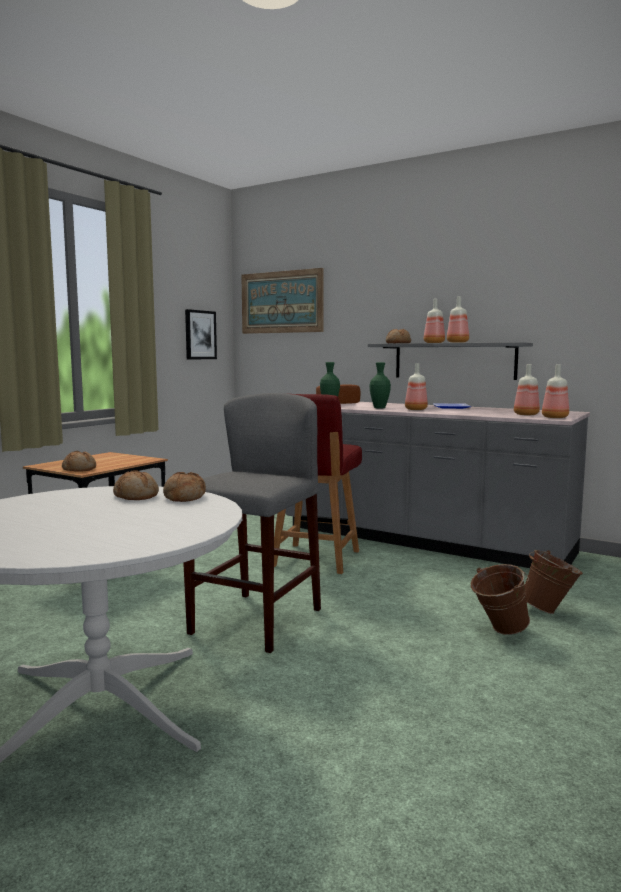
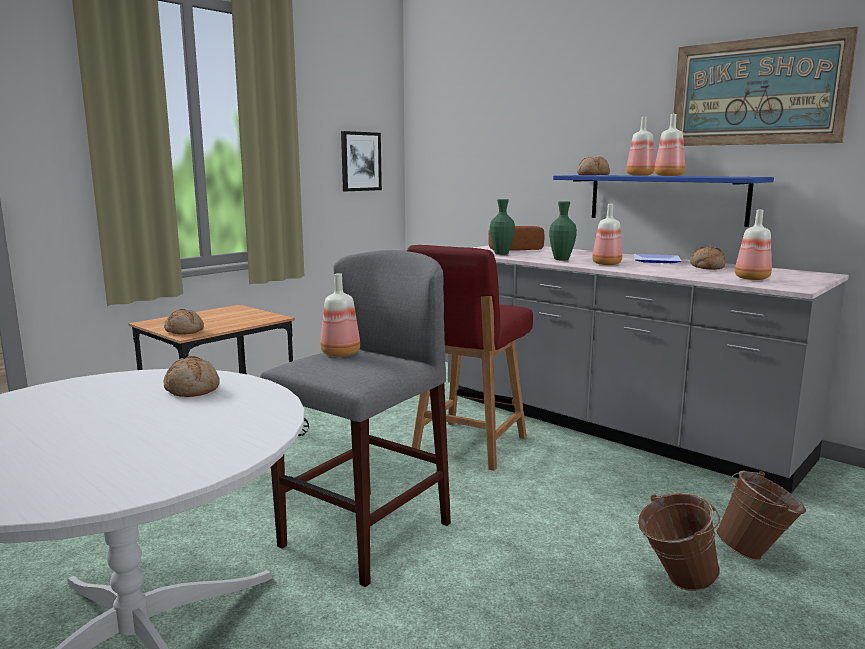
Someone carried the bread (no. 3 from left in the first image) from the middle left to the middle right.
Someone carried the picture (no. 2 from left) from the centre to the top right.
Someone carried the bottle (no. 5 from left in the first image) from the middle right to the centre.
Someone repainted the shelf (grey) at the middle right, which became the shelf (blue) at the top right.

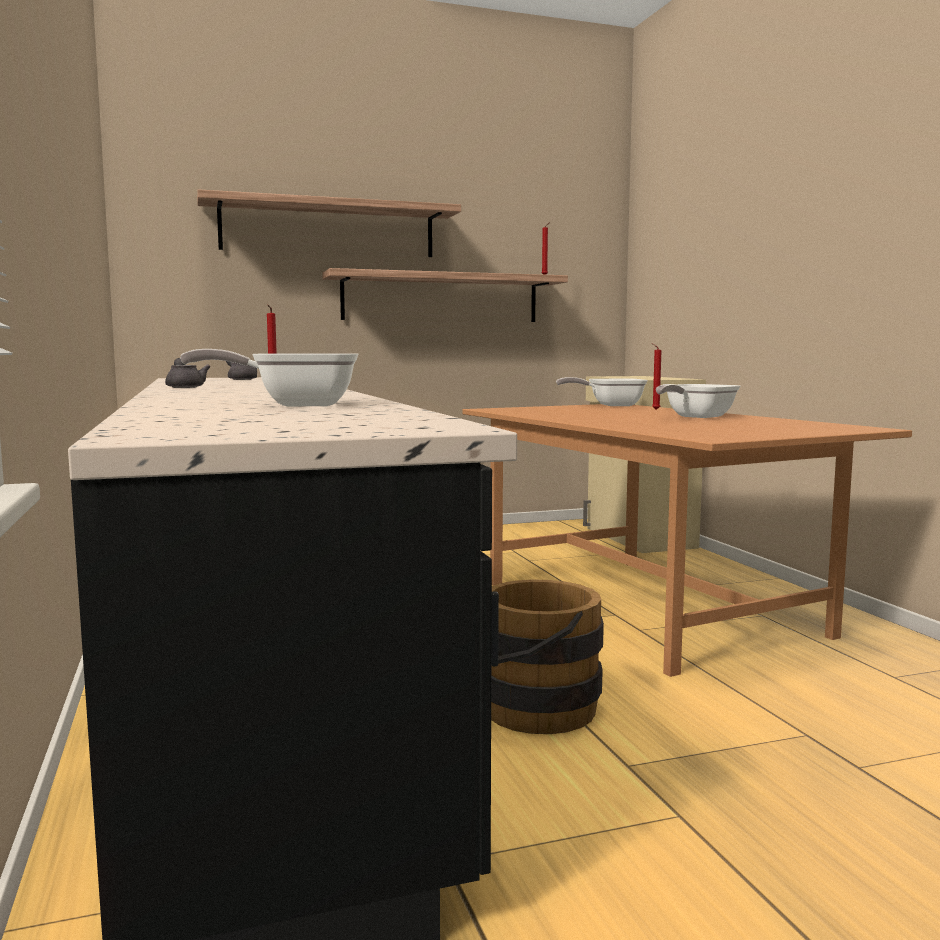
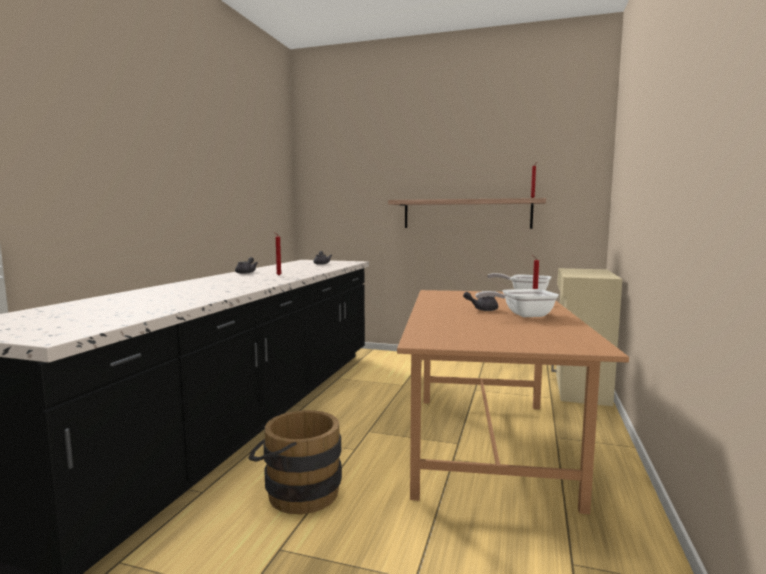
Someone took away the frying pan (no. 1 from left) at the middle left.
Someone took away the shelf (no. 1 from left) at the top centre.
Someone put down the teapot (grey) (no. 3 from left) at the centre.

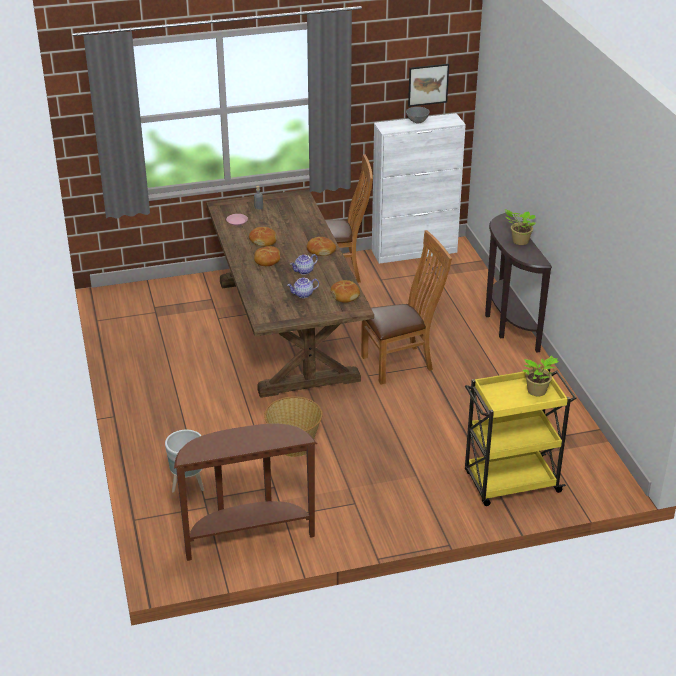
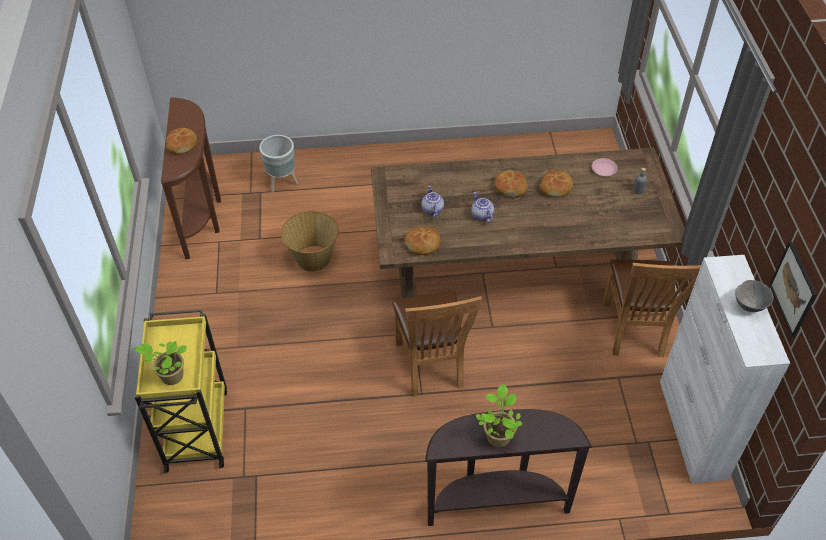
Someone carried the bread (no. 3 from left in the first image) from the centre to the top left.

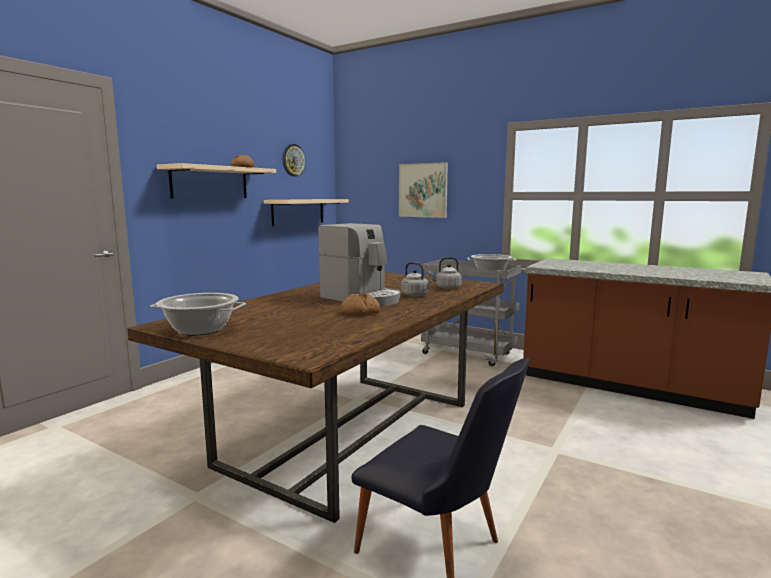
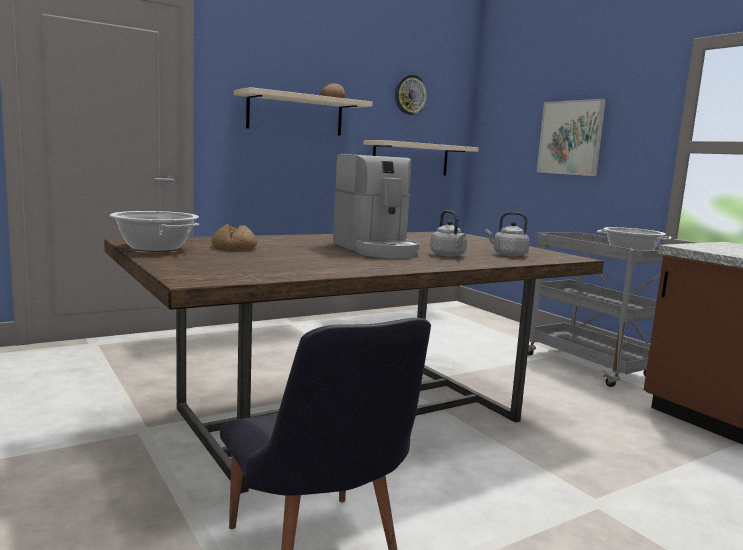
Someone carried the bread (no. 2 from left in the first image) from the centre to the middle left.

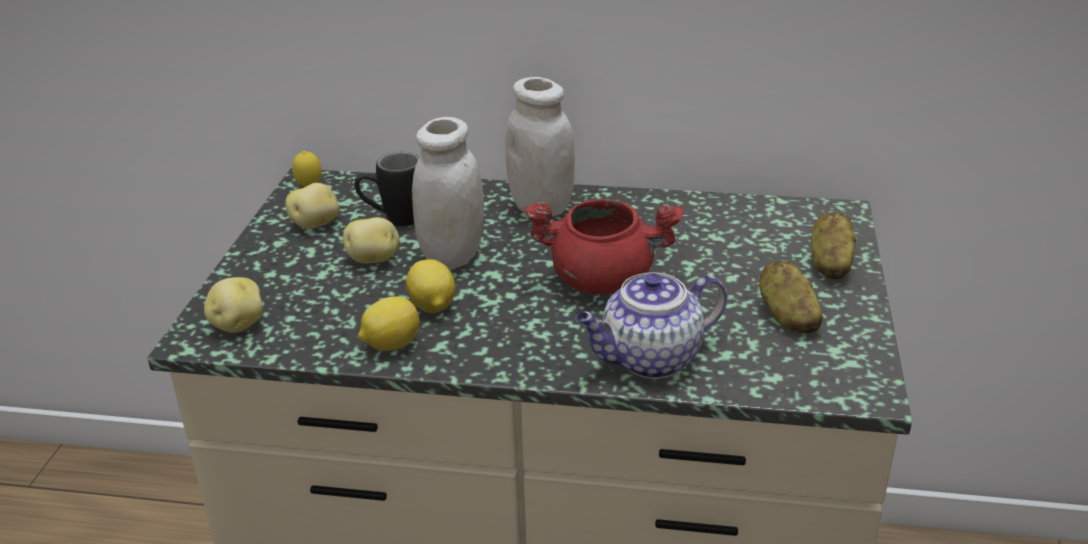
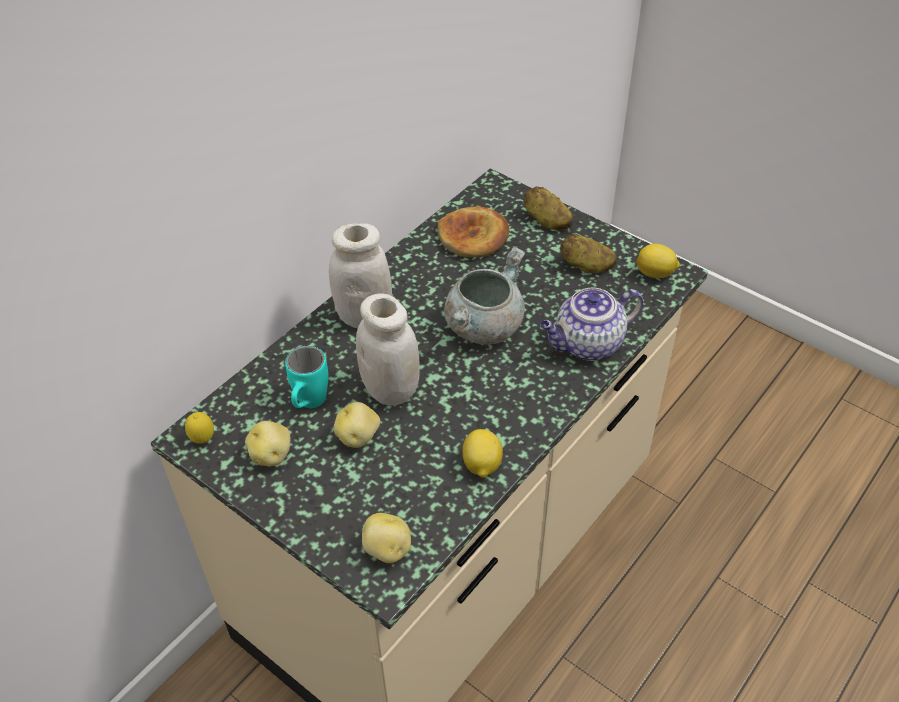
Someone put down the bread at the top centre.
Someone carried the lemon (no. 3 from left) from the centre to the middle right.
Someone repainted the mug (black) at the centre, which became the mug (turquoise) at the centre.
Someone repainted the cooking pot (red) at the centre, which became the cooking pot (grey) at the centre.
Someone rotated the teapot at the centre by 60 degrees clockwise.

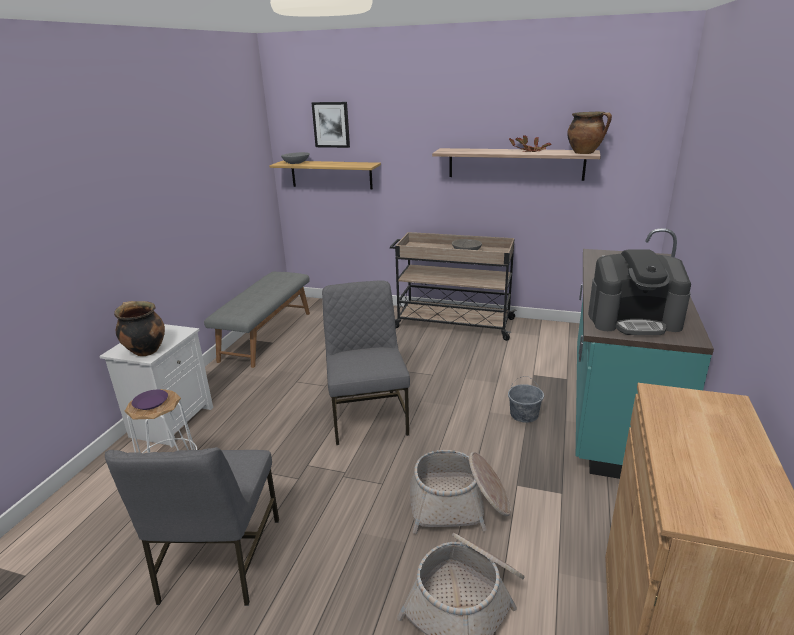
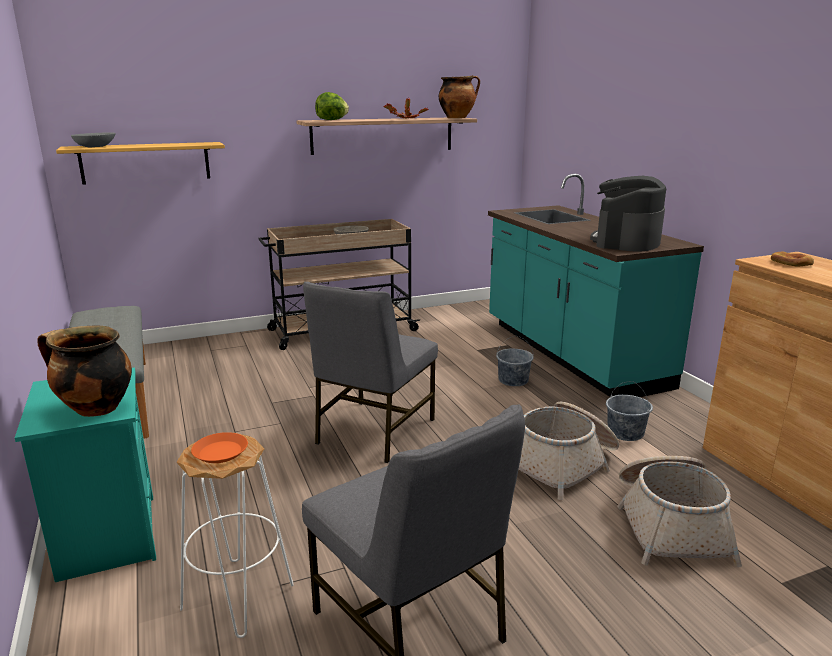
Someone took away the picture at the top centre.
Someone put down the lettuce at the top centre.
Someone put down the bucket (grey) (no. 2 from left) at the middle right.
Someone put down the bread at the middle right.
Someone repainted the nightstand (white) at the middle left, which became the nightstand (turquoise) at the bottom left.
Someone repainted the plate (purple) at the middle left, which became the plate (orange) at the bottom left.
Someone rotated the chair (grey) (no. 2 from left in the first image) at the centre by 105 degrees counterclockwise.
Someone rotated the coffee machine at the middle right by 150 degrees clockwise.

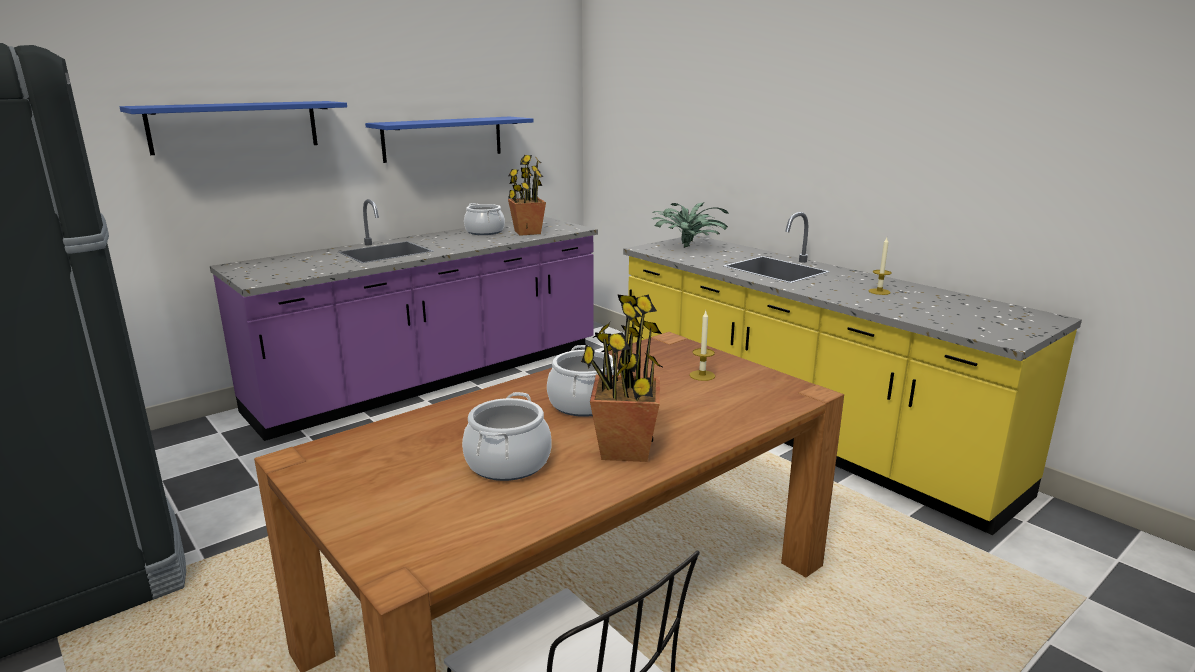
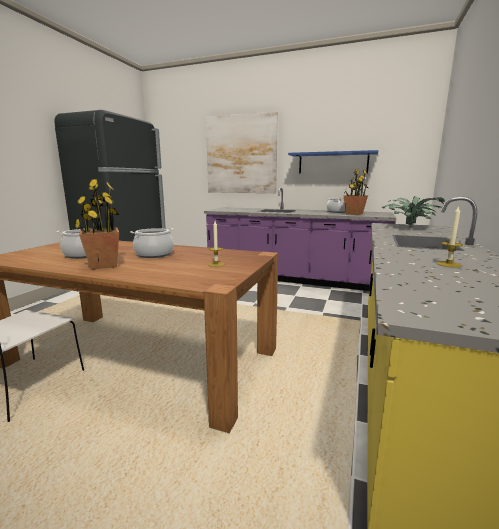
Someone swapped the shelf (blue) (no. 1 from left) at the top left for the picture at the top centre.

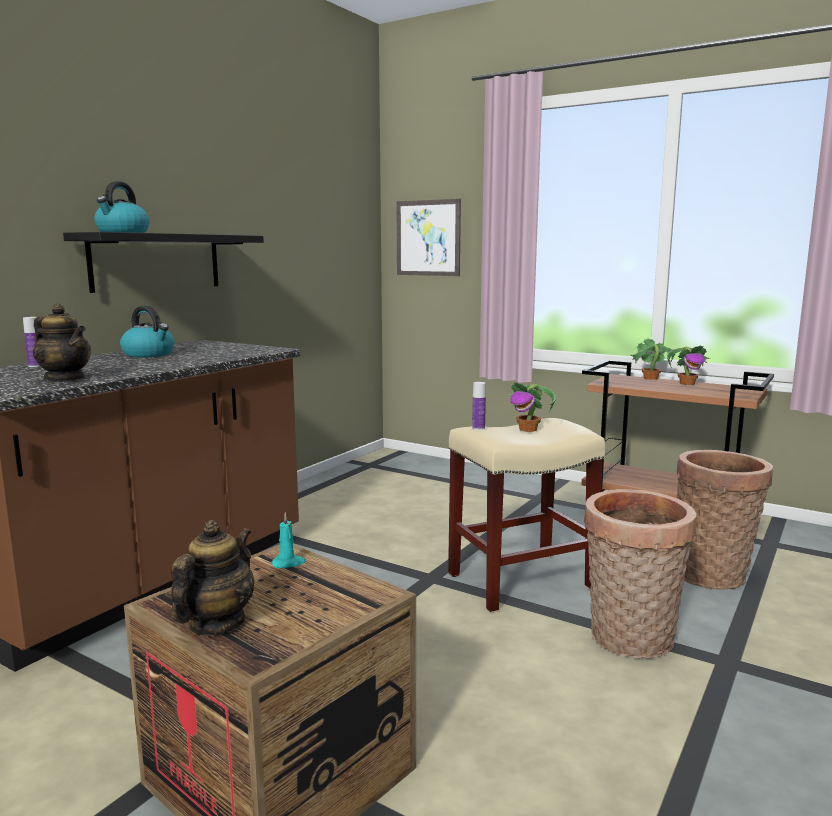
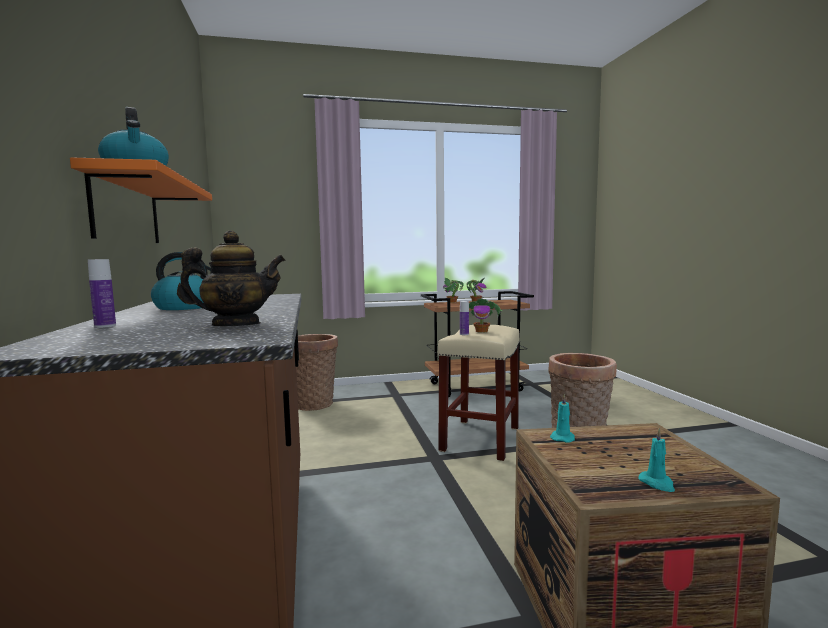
Someone took away the picture at the top centre.
Someone carried the basket (no. 2 from left in the first image) from the middle right to the centre.
Someone swapped the teapot (no. 2 from left) at the bottom left for the candle (turquoise) (no. 2 from left) at the bottom right.
Someone repainted the shelf (black) at the top left, which became the shelf (orange) at the top left.

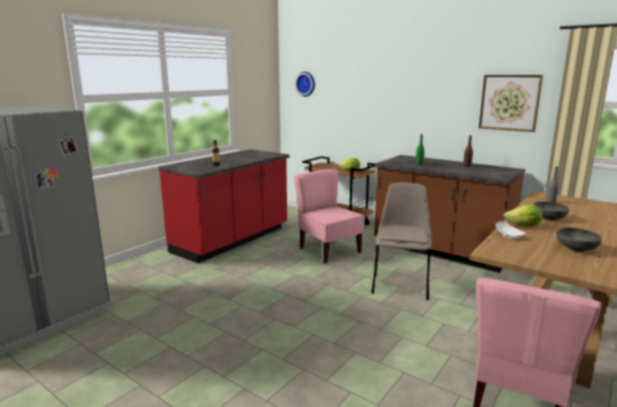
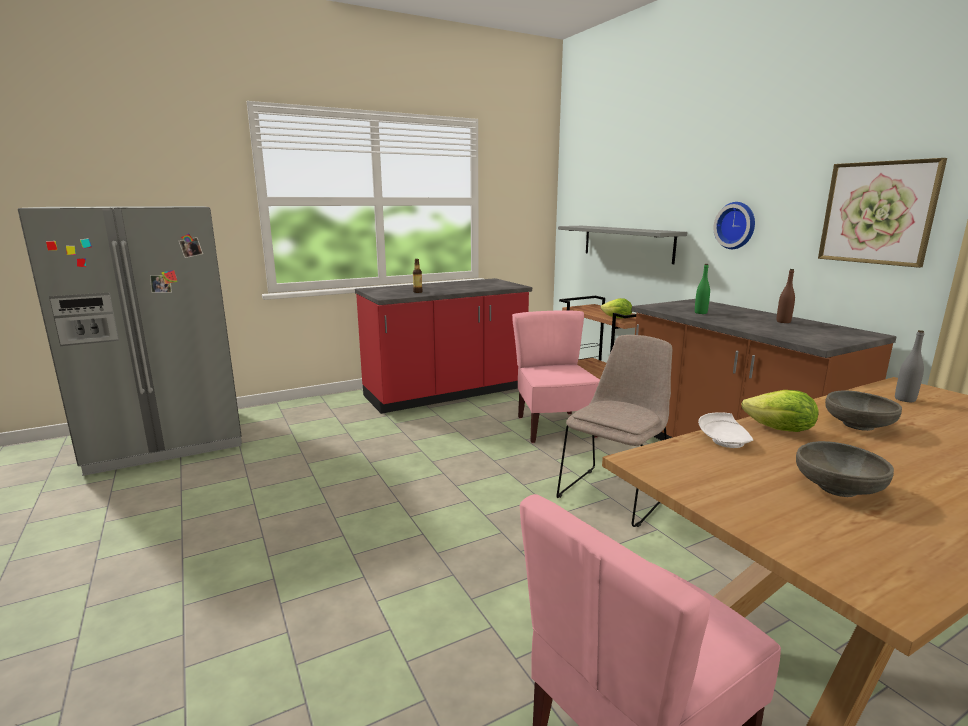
Someone put up the shelf (grey) at the centre.
Someone carried the wall clock from the top centre to the top right.

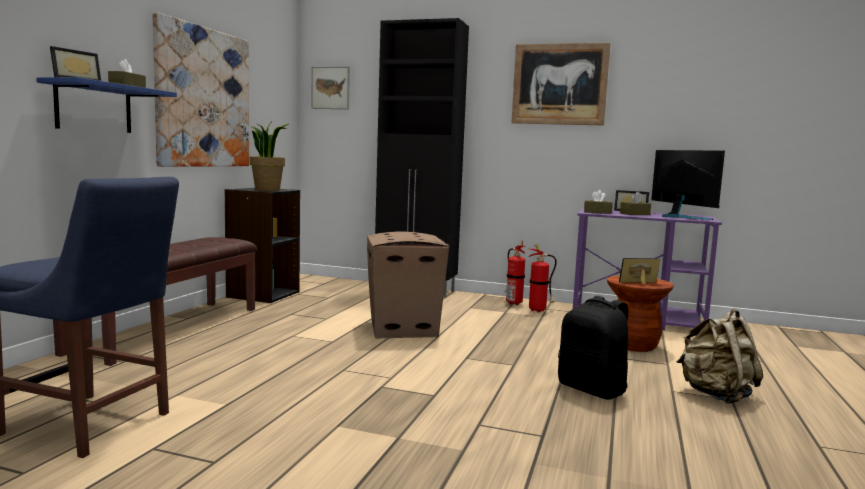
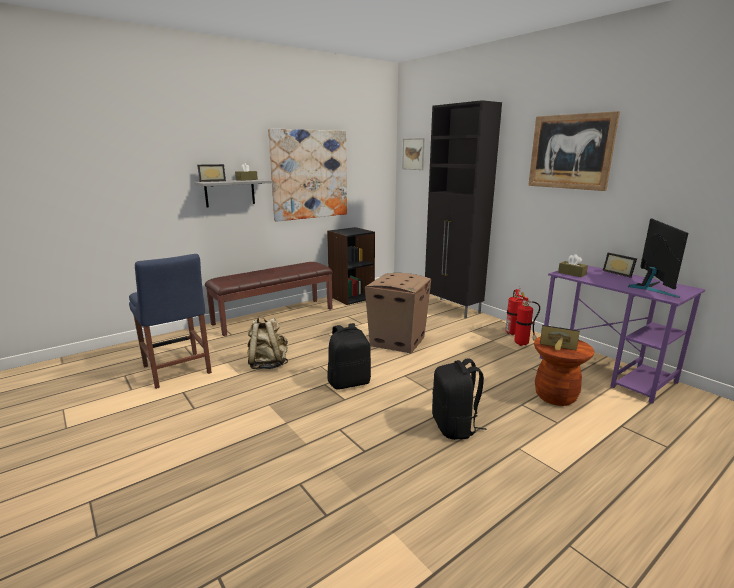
Someone took away the potted plant at the top left.
Someone took away the tissue box (brown) (no. 3 from left) at the middle right.
Someone put down the backpack (black) (no. 1 from left) at the centre.
Someone carried the backpack (beige) from the bottom right to the centre.
Someone repainted the shelf (blue) at the top left, which became the shelf (grey) at the top left.

